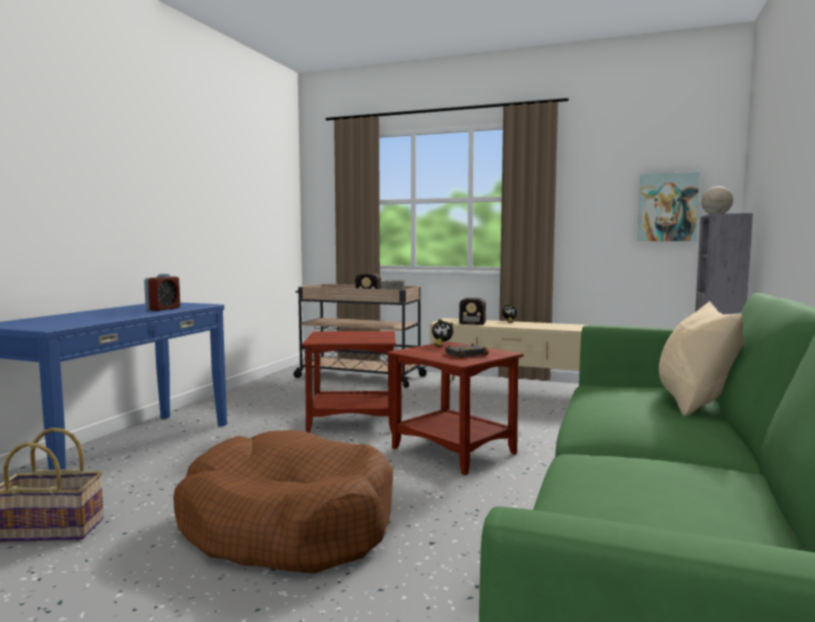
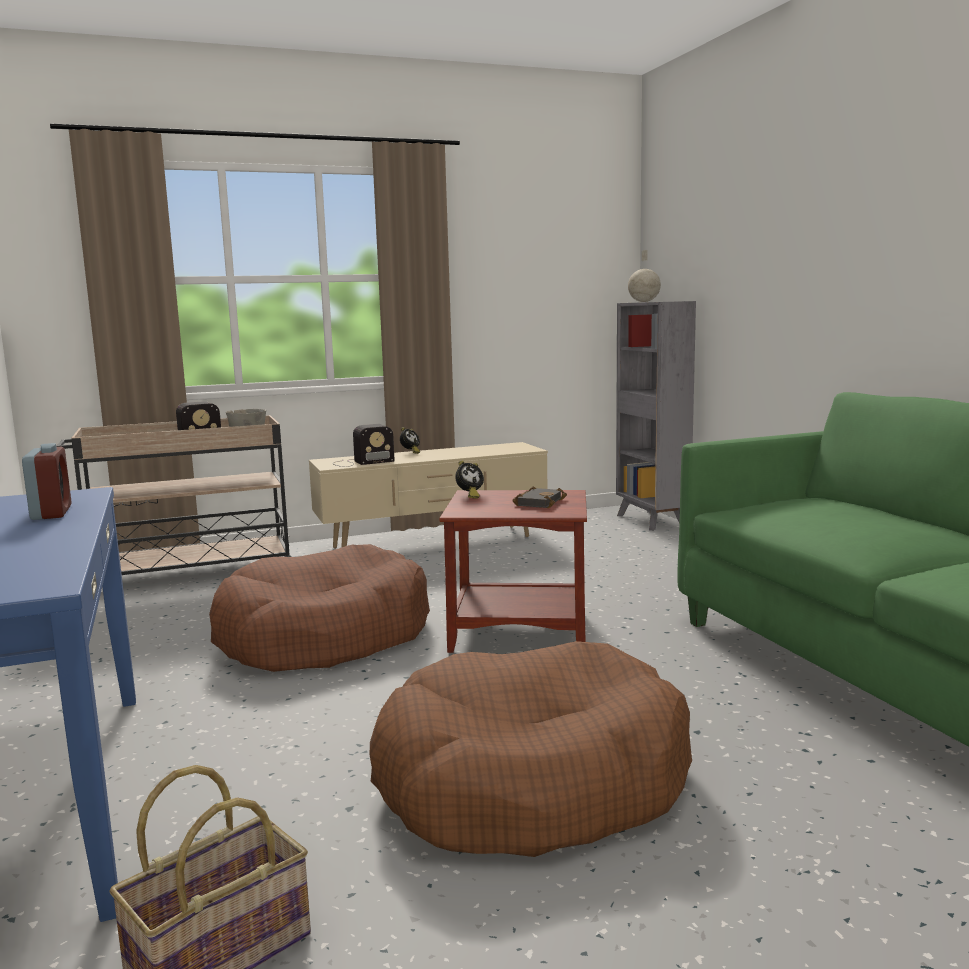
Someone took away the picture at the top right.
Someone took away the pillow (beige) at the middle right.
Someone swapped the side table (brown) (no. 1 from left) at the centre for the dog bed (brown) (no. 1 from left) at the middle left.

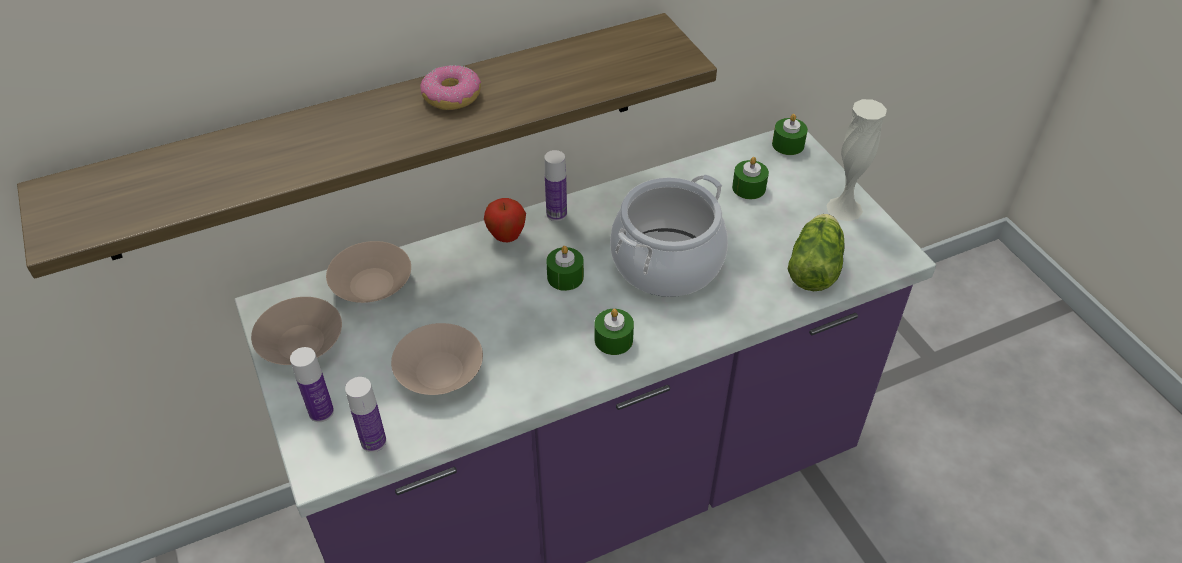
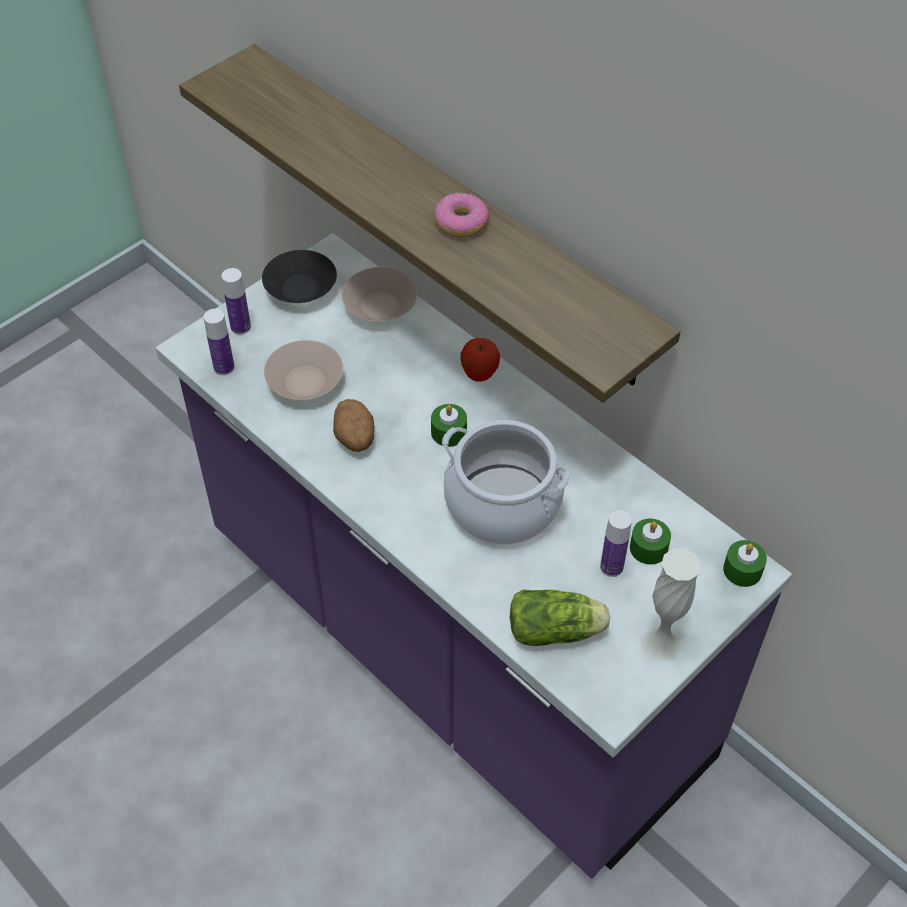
Someone took away the candle (green) (no. 2 from left) at the centre.
Someone put down the potato at the centre.
Someone carried the bottle (no. 3 from left) from the top centre to the middle right.
Someone repainted the bowl (beige) (no. 1 from left) at the middle left, which became the bowl (black) at the top left.

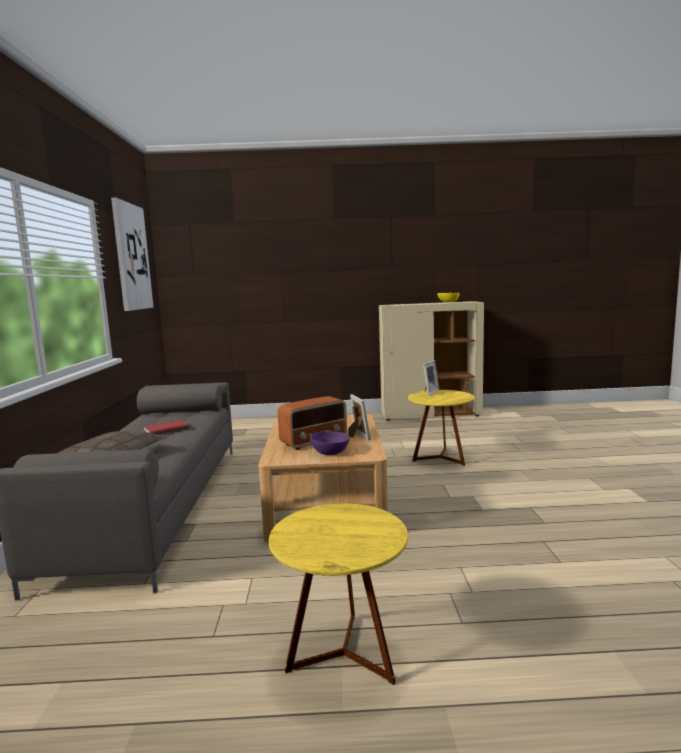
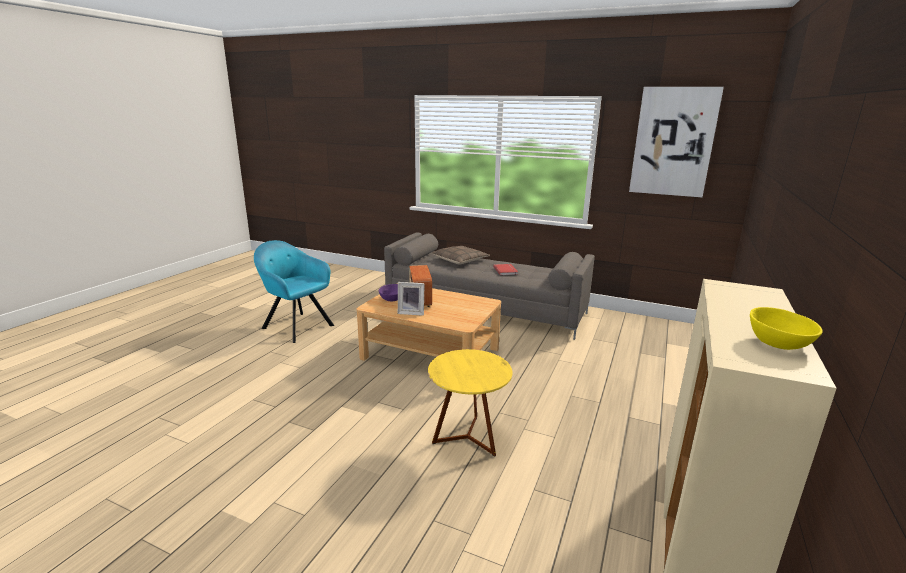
Someone took away the picture frame (no. 2 from left) at the centre.
Someone swapped the side table (yellow) (no. 1 from left) at the bottom centre for the armchair (turquoise) at the middle left.

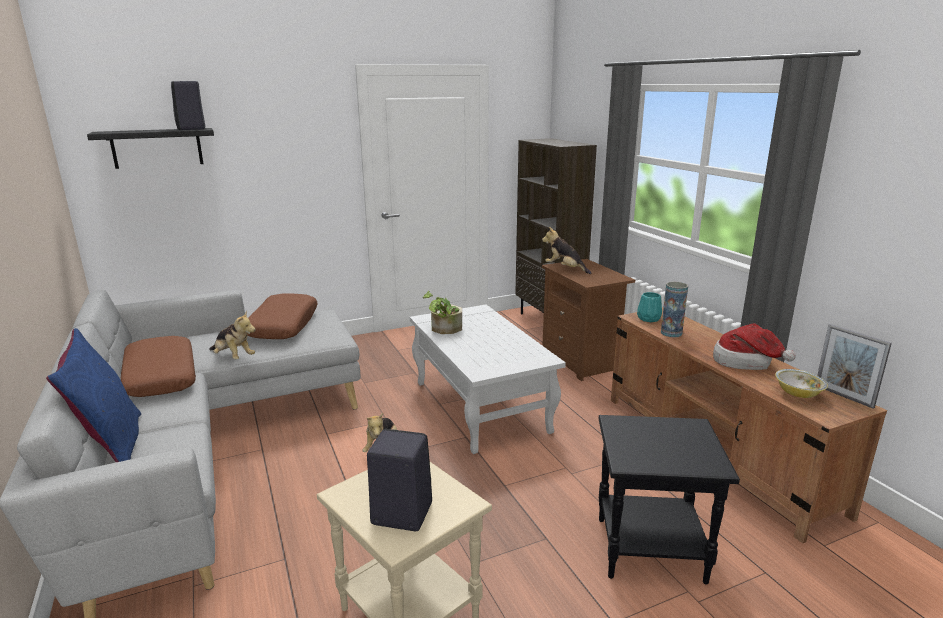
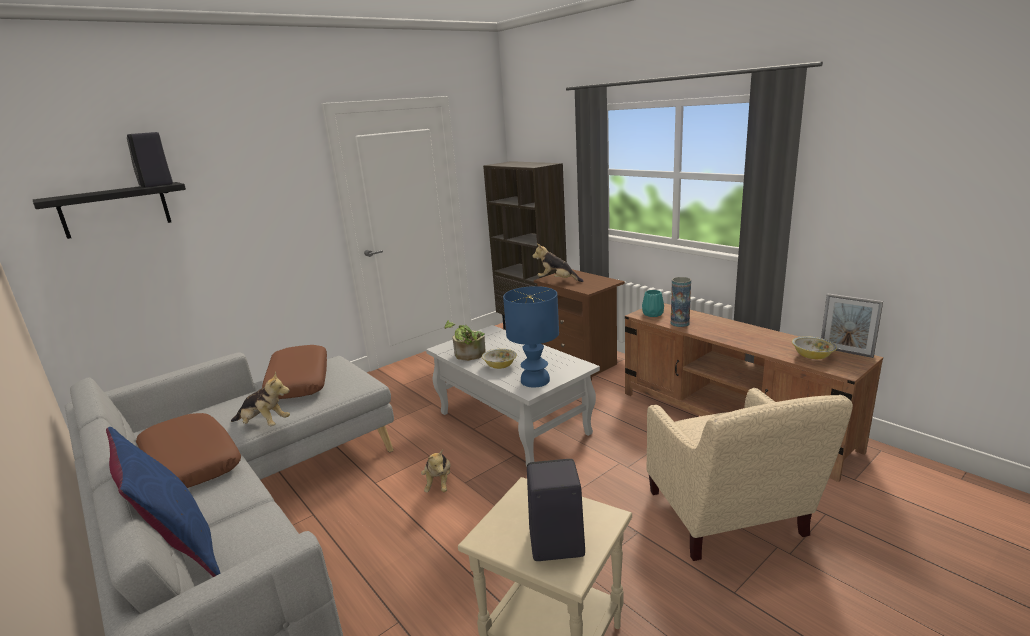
Someone took away the hat at the middle right.
Someone put down the bowl (no. 1 from left) at the centre.
Someone put down the table lamp (blue) at the centre.
Someone swapped the side table (black) at the bottom right for the armchair (beige) at the bottom right.

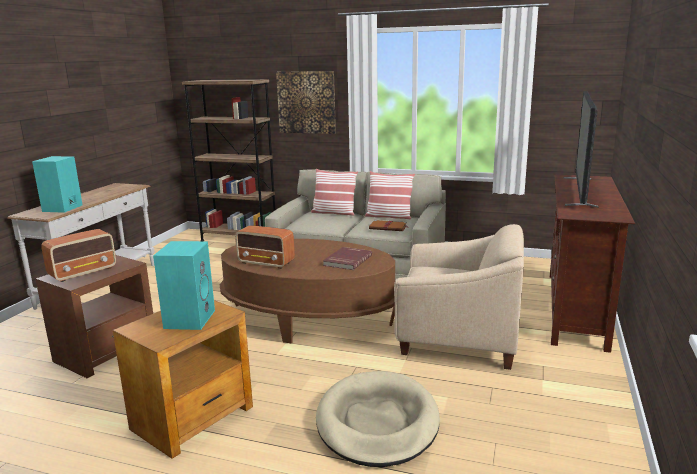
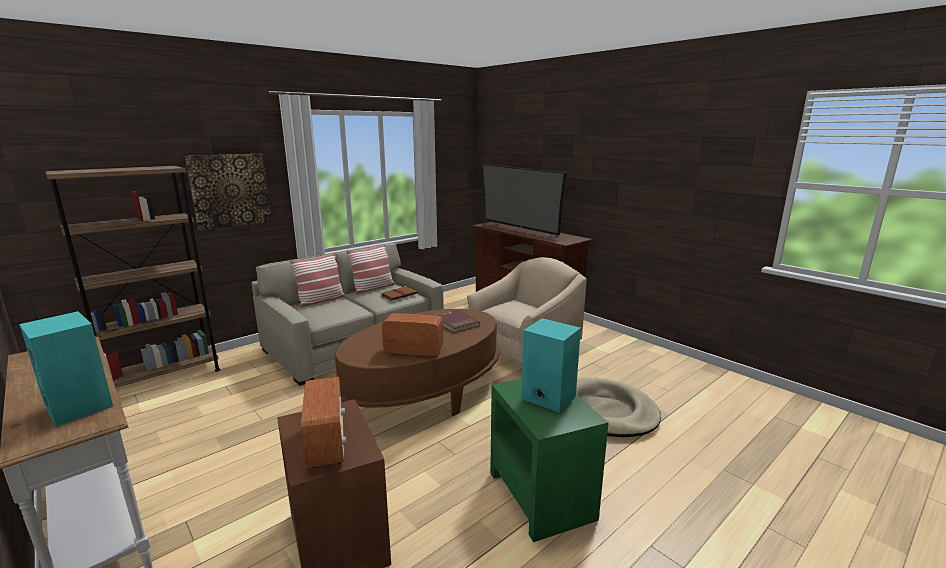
Someone repainted the side table (brown) (no. 2 from left) at the bottom left, which became the side table (green) at the bottom centre.
Someone rotated the radio (no. 2 from left) at the centre by 135 degrees counterclockwise.

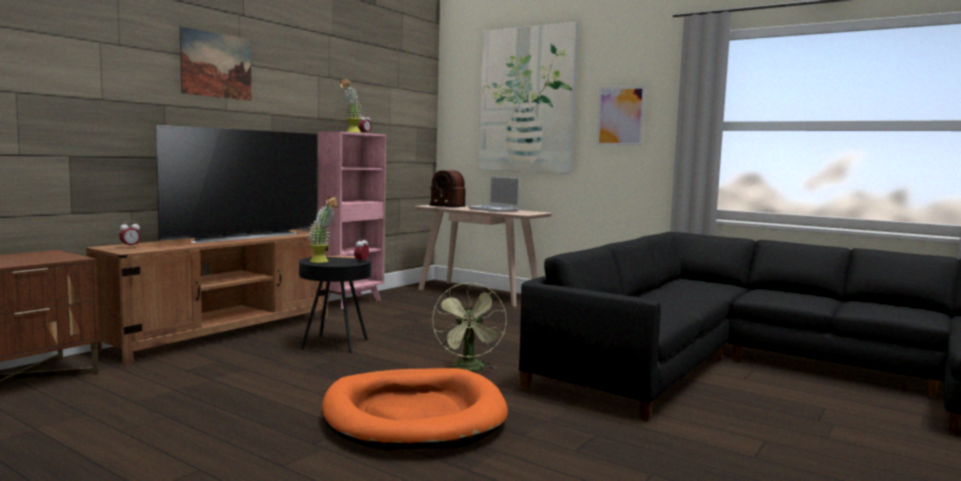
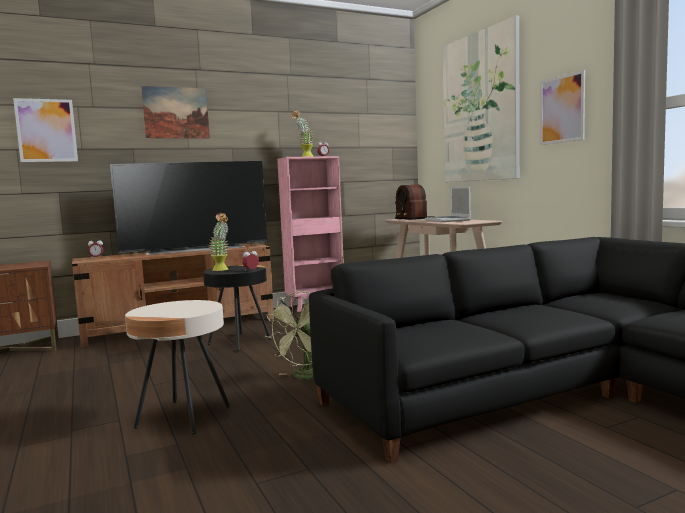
Someone put up the picture (no. 1 from left) at the top left.
Someone swapped the dog bed (orange) at the bottom centre for the side table (beige) at the bottom left.

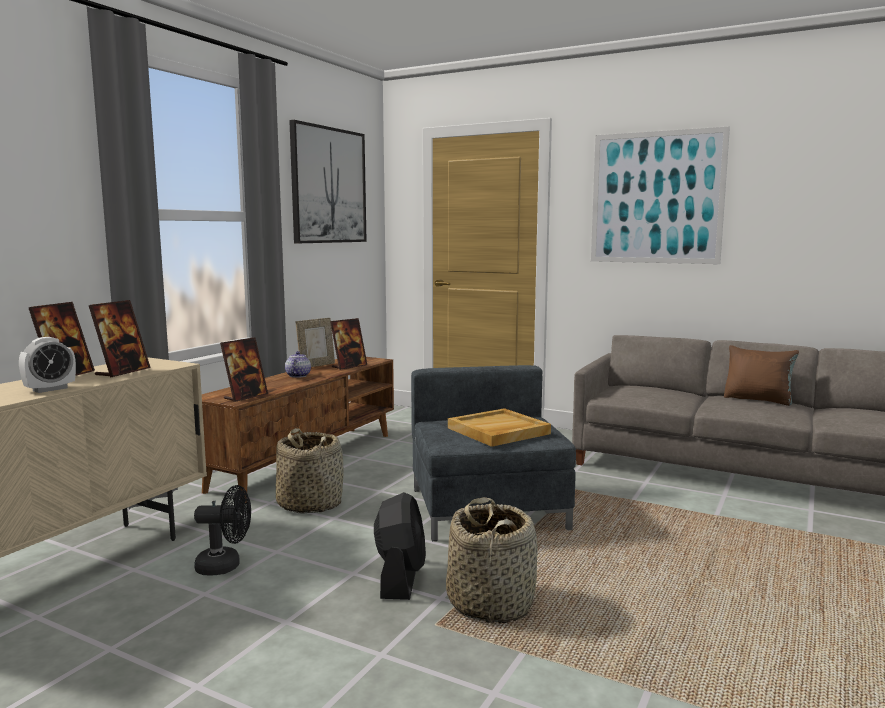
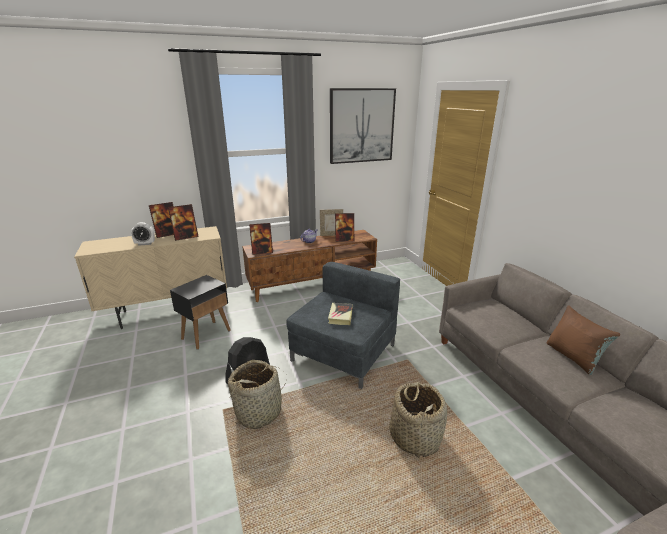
Someone took away the picture (no. 2 from left) at the top right.
Someone carried the basket (no. 1 from left in the first image) from the centre to the bottom centre.
Someone swapped the fan (black) (no. 1 from left) at the bottom left for the side table (black) at the middle left.
Someone swapped the tray (beige) at the centre for the book at the centre.

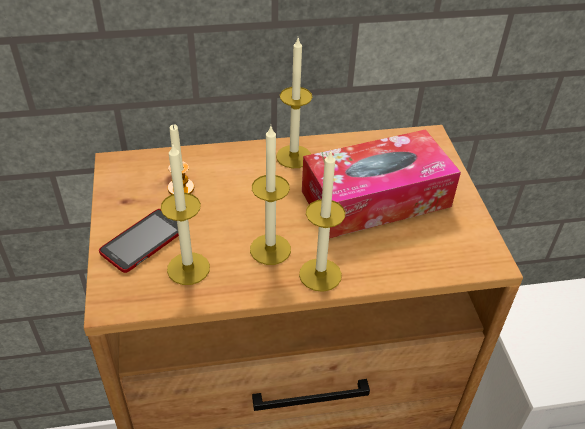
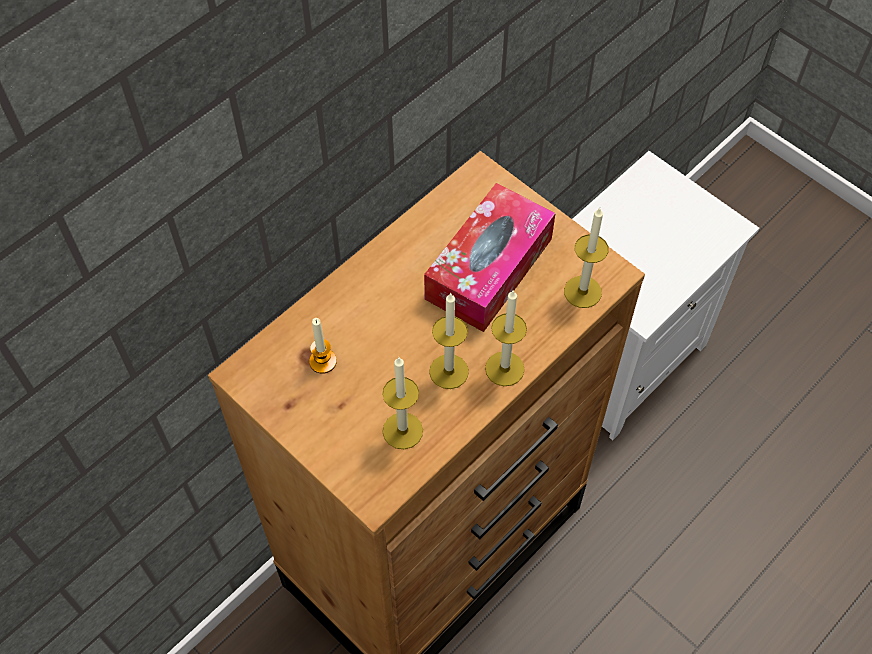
Someone took away the phone at the middle left.
Someone carried the candle (no. 4 from left in the first image) from the top centre to the middle right.

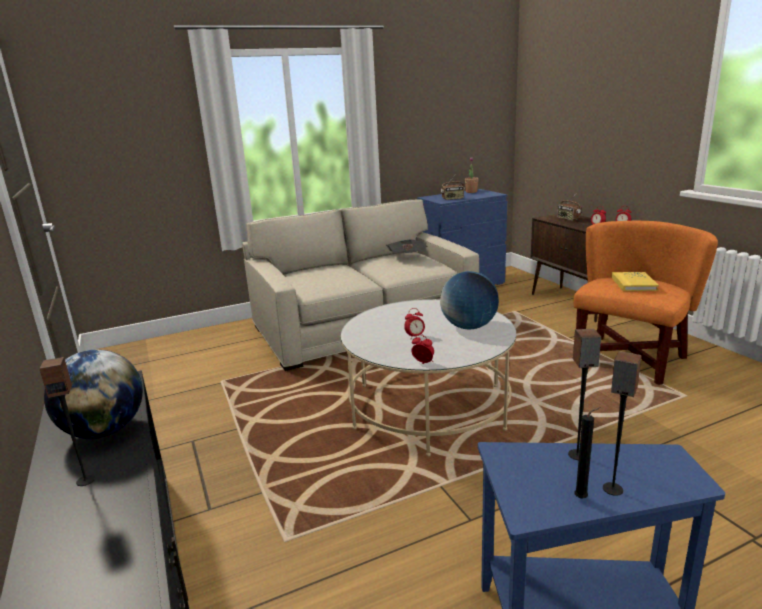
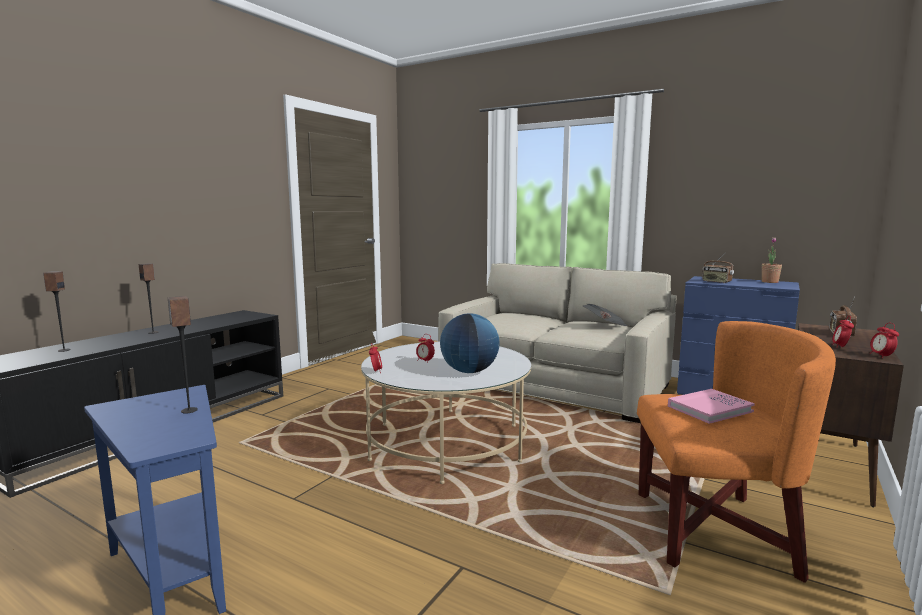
Someone took away the globe (no. 1 from left) at the middle left.
Someone took away the candle (black) at the bottom right.
Someone carried the speaker (no. 3 from left in the first image) from the bottom right to the middle left.
Someone repainted the book (yellow) at the middle right, which became the book (pink) at the middle right.

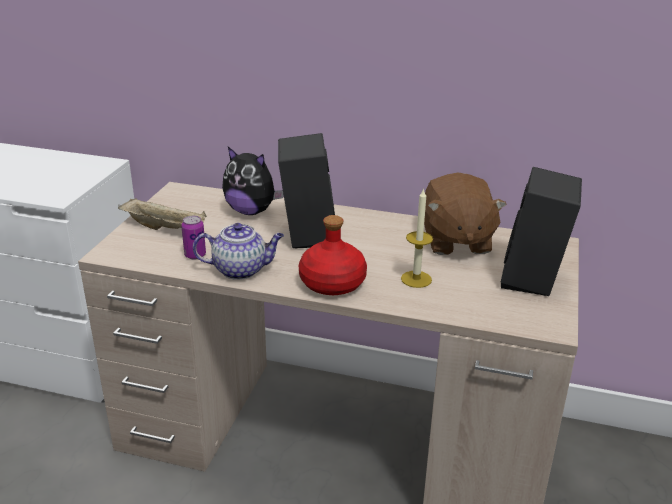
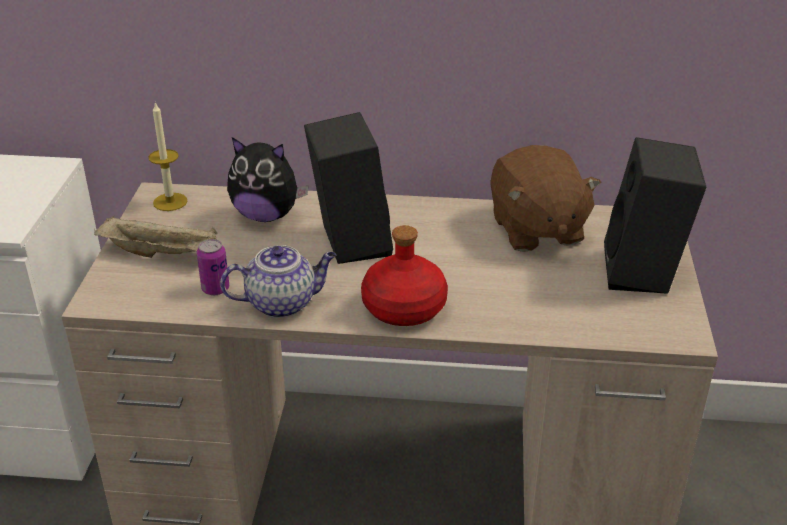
Someone carried the candle from the centre to the top left.

